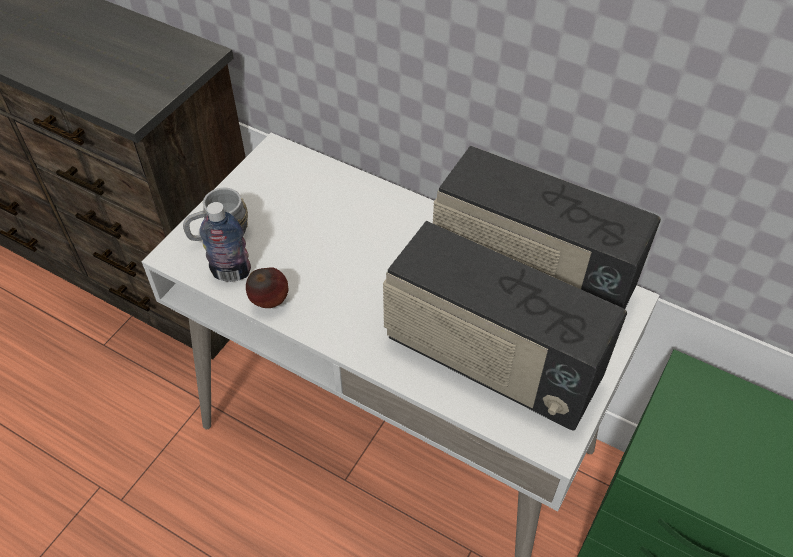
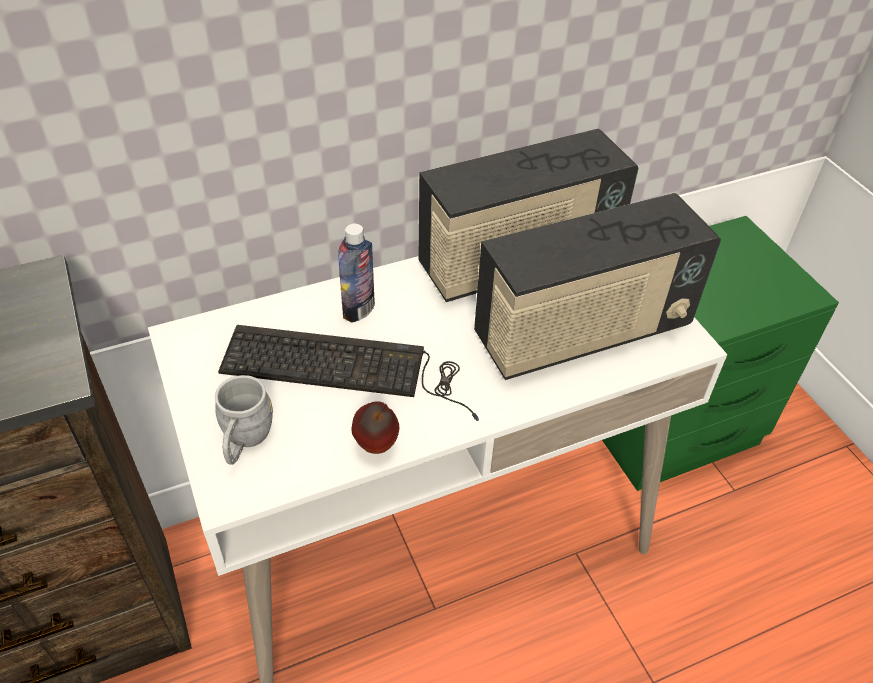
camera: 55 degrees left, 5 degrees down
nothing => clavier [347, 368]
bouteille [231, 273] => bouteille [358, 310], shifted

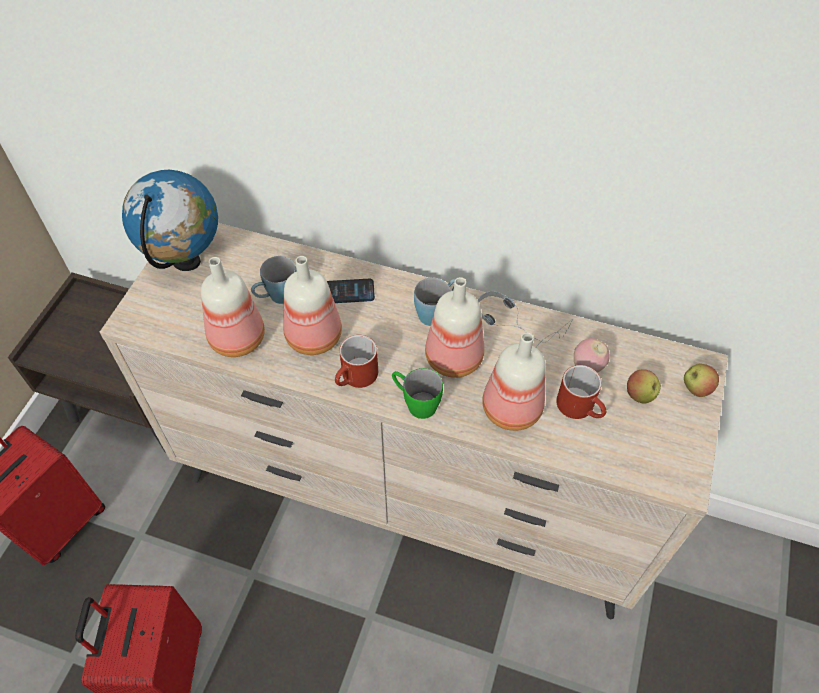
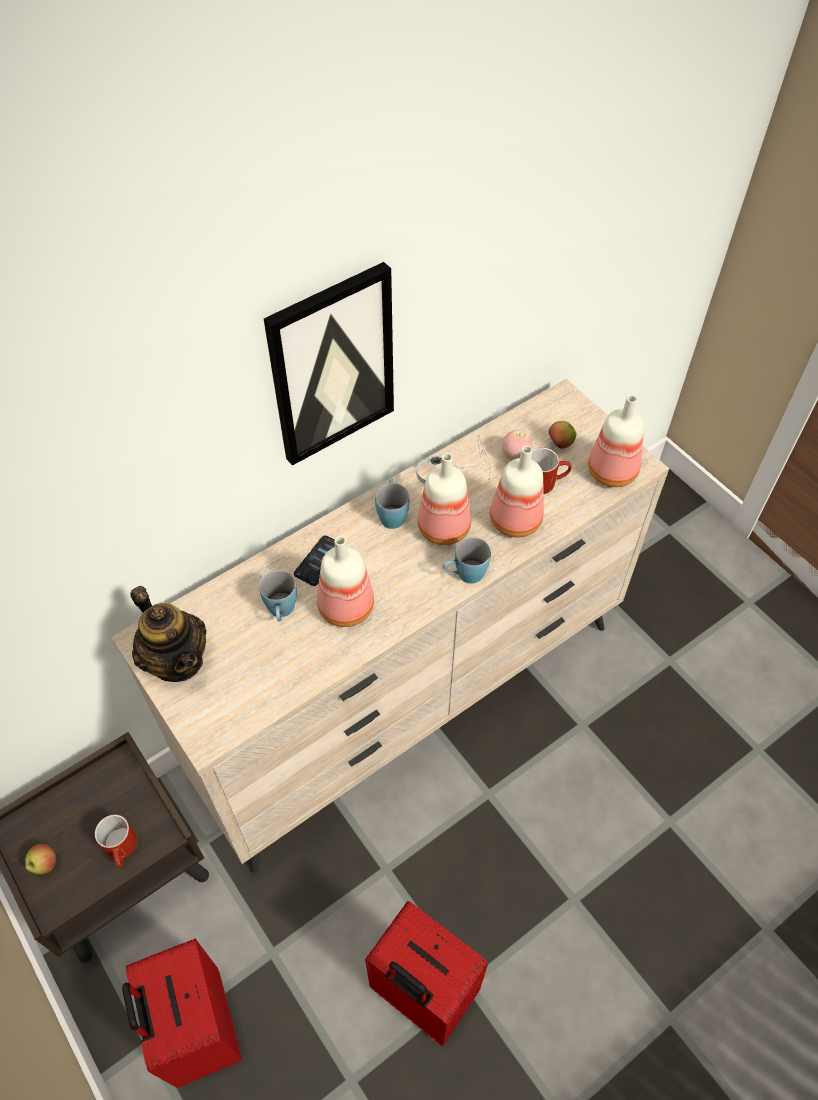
camera: 55 degrees left, 0 degrees up
pomme [695, 388] => pomme [45, 864], shifted
mug (rouge) [356, 378] => mug (rouge) [123, 849], shifted
globe [186, 261] => théière [177, 660]
nothing => tableau [332, 365]
mug (vert) [415, 403] => mug (bleu) [464, 575]
bouteille [238, 340] => bouteille [613, 472], shifted

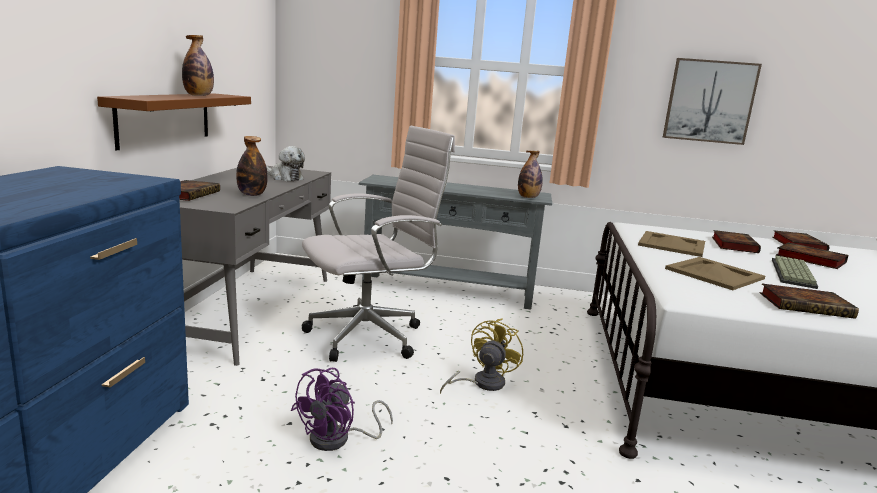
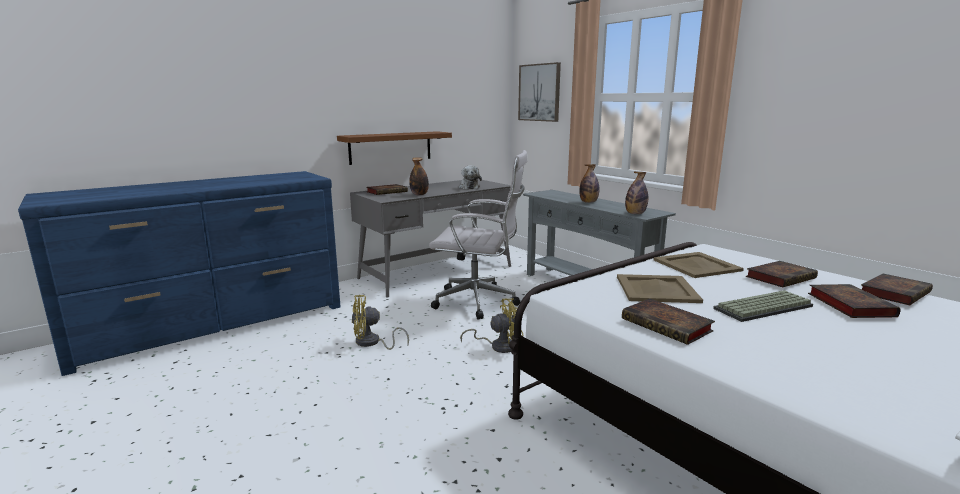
camera: 45 degrees right, 0 degrees up
ventilateur (violet) [338, 439] => ventilateur (jaune) [372, 343]
tableau [709, 101] => tableau [539, 92], shifted
bouteille [199, 96] => bouteille [588, 202], shifted

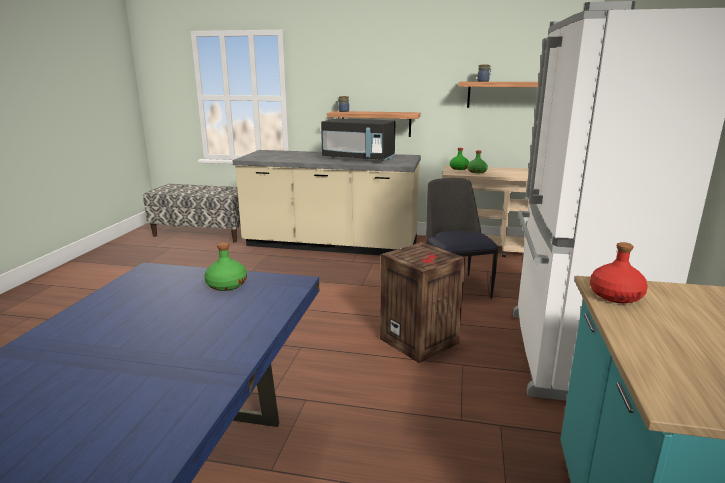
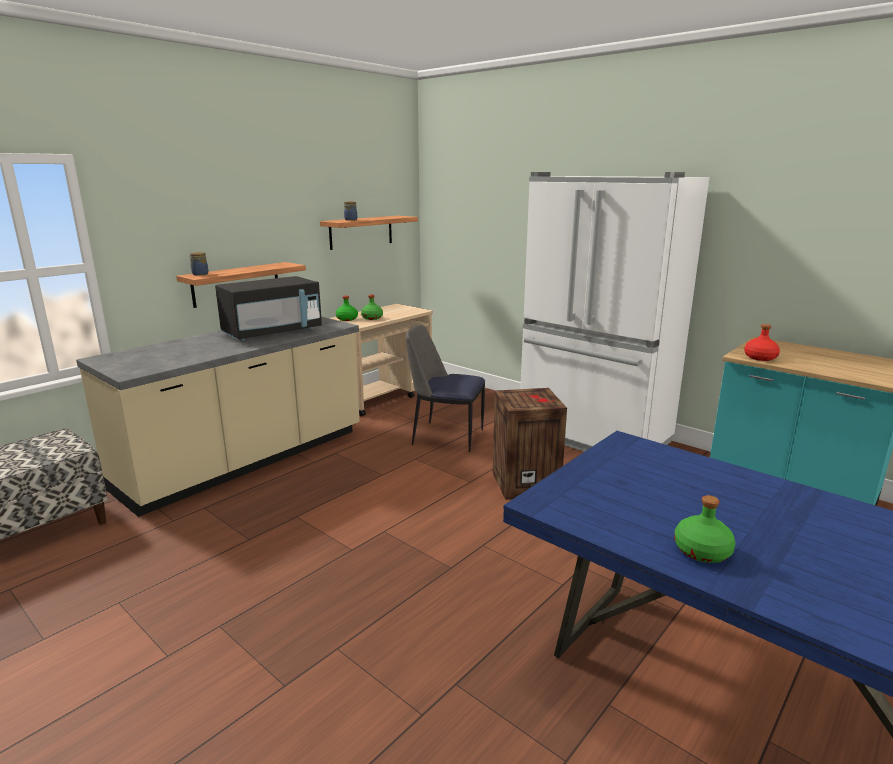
camera: 60 degrees left, 0 degrees up
bouteille (vert) [226, 285] => bouteille (vert) [701, 551], shifted

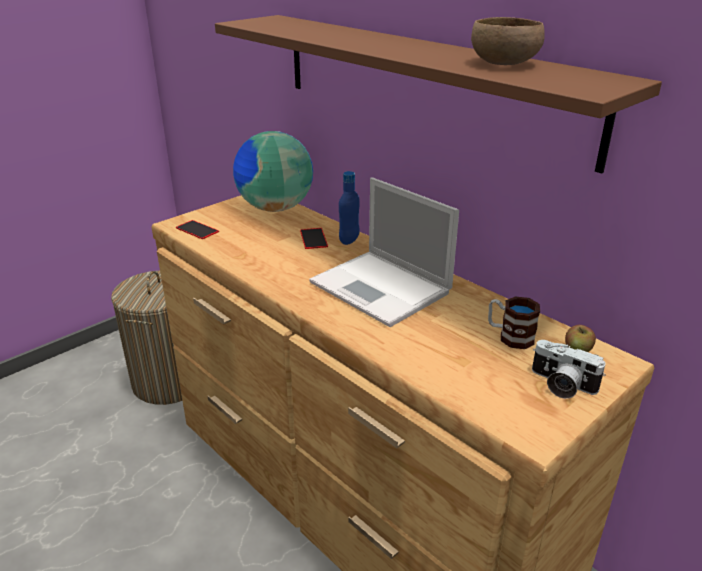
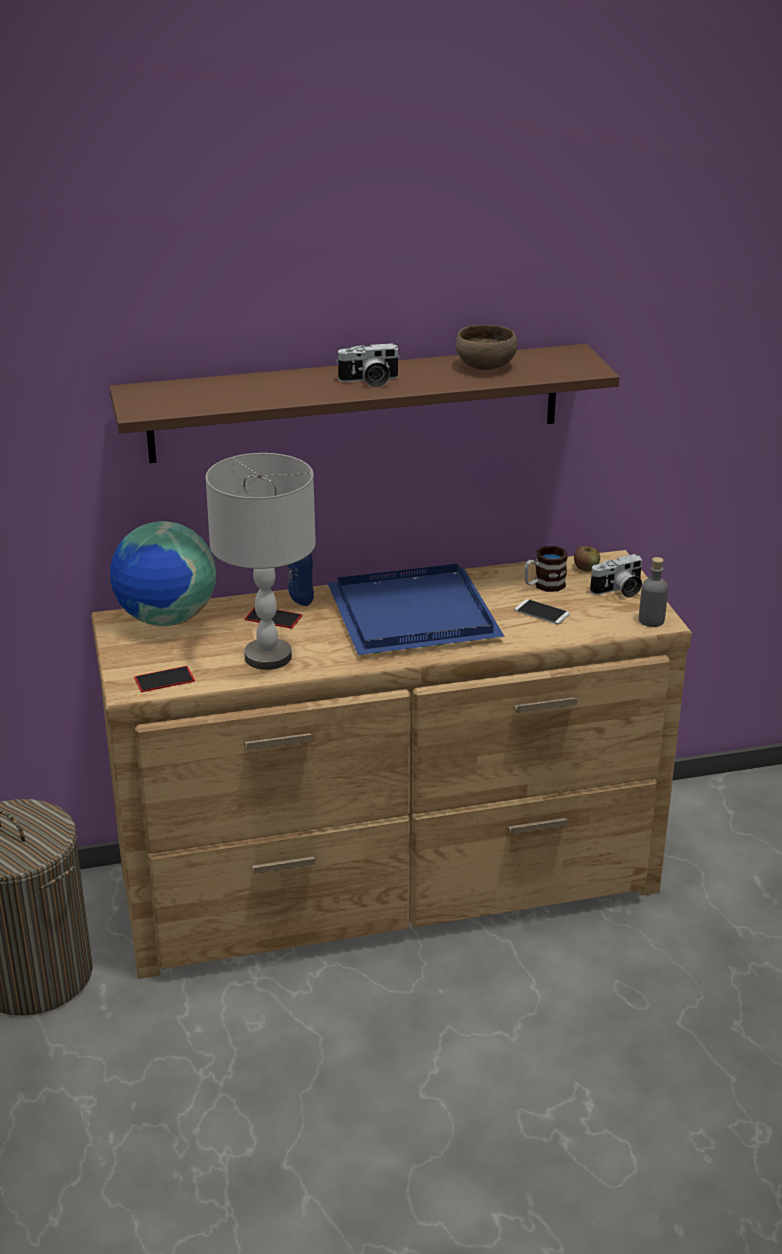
camera: 60 degrees left, 0 degrees up
nothing => lampe de table (gris) [269, 657]
ordinateur portable [382, 288] => plateau (bleu) [415, 613]
nothing => appareil photo [369, 381]
nothing => téléphone [542, 612]
nothing => bouteille (gris) [651, 620]

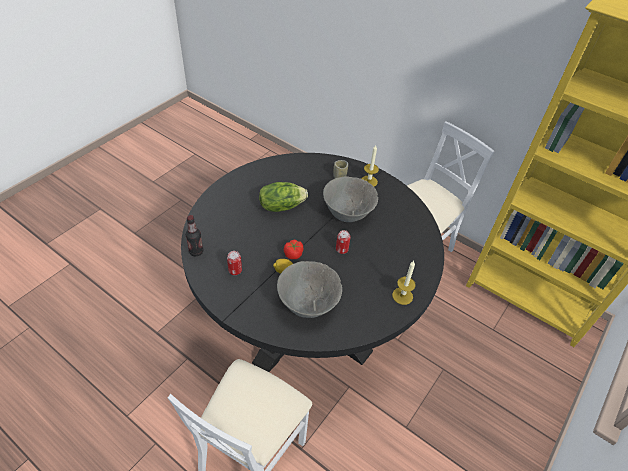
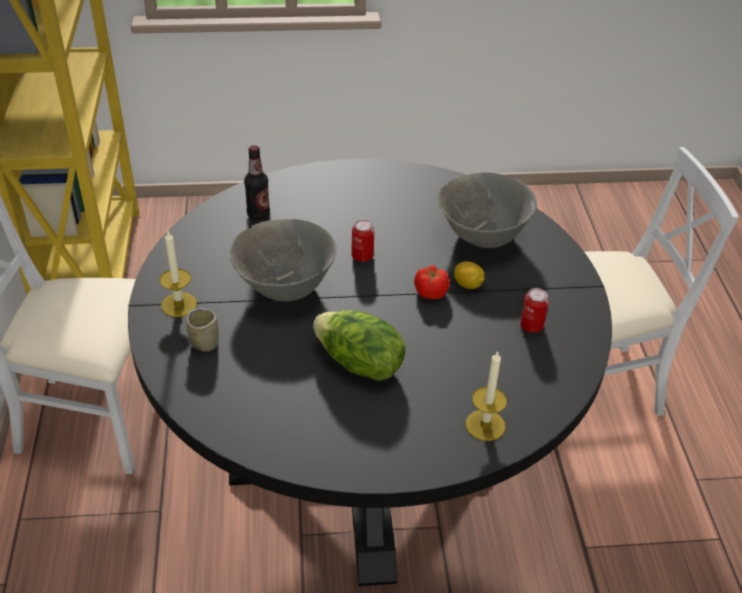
camera: 130 degrees left, 5 degrees down
bouteille [196, 251] => bouteille [258, 214], shifted
bougie [402, 296] => bougie [485, 425], shifted

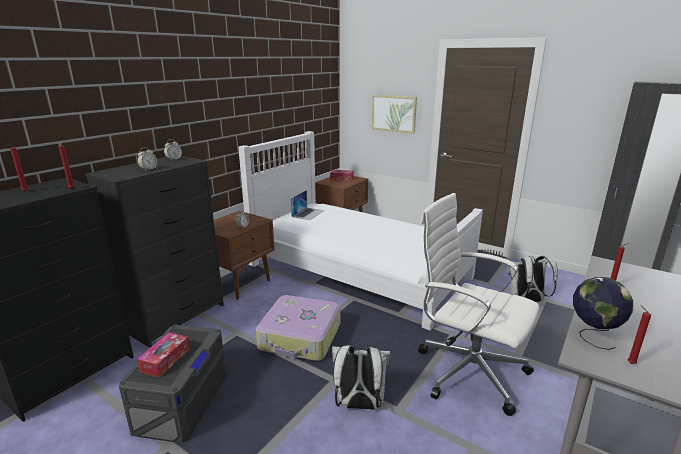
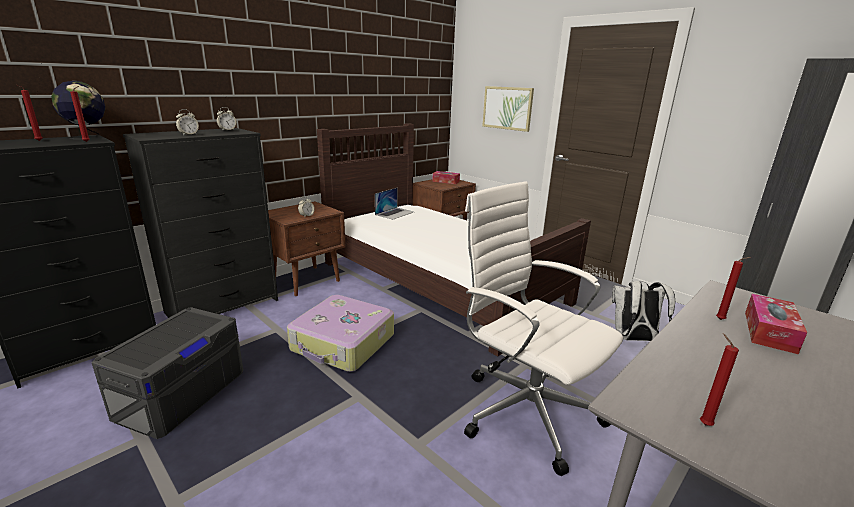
camera: 10 degrees right, 0 degrees up
globe [593, 336] => globe [87, 136], shifted
lit (blanc) [357, 270] => lit (marron) [439, 281]
boîte à mouchoirs [165, 360] => boîte à mouchoirs [769, 331], shifted
sac à dos (blanc) [359, 405] => nothing

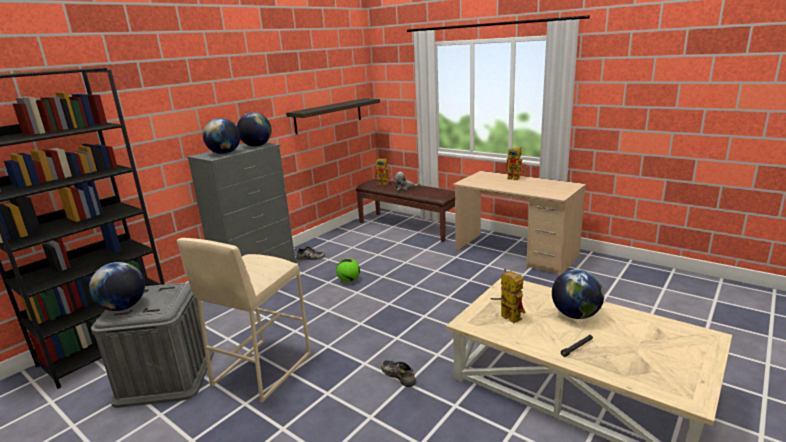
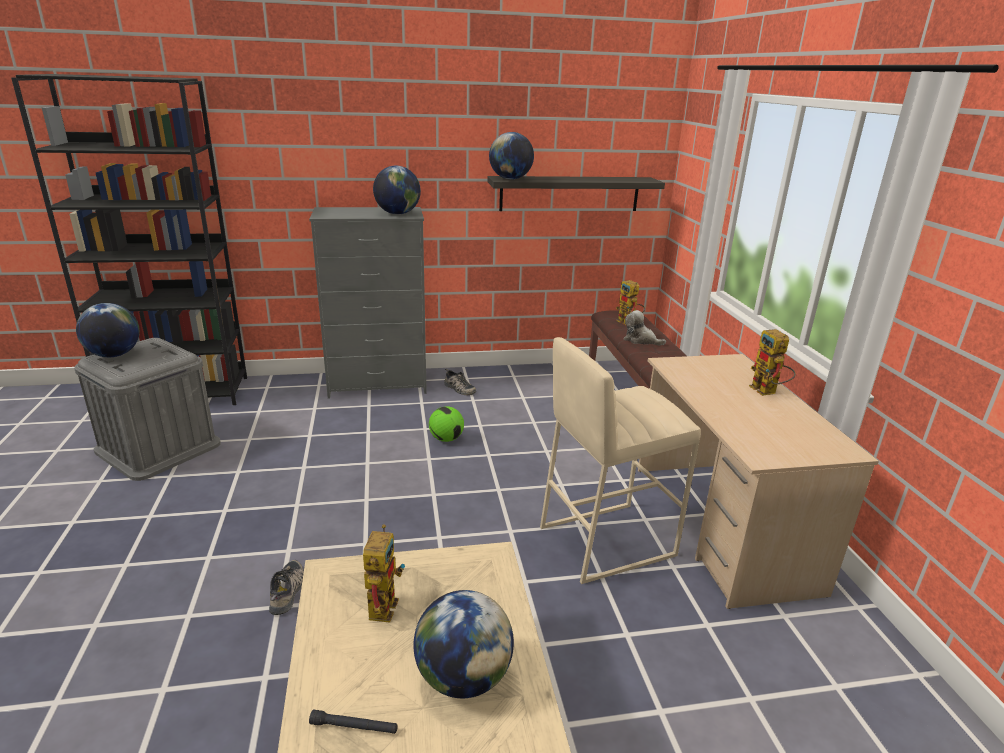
camera: 40 degrees right, 5 degrees up
globe [224, 153] => globe [510, 179], shifted
tabouret (beige) [261, 369] => tabouret (beige) [605, 540], shifted

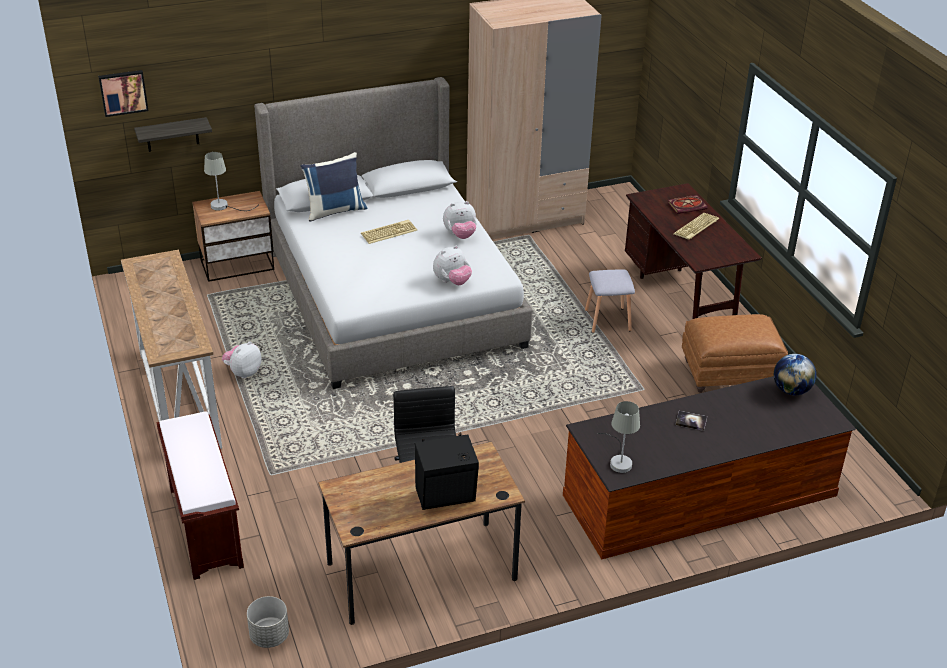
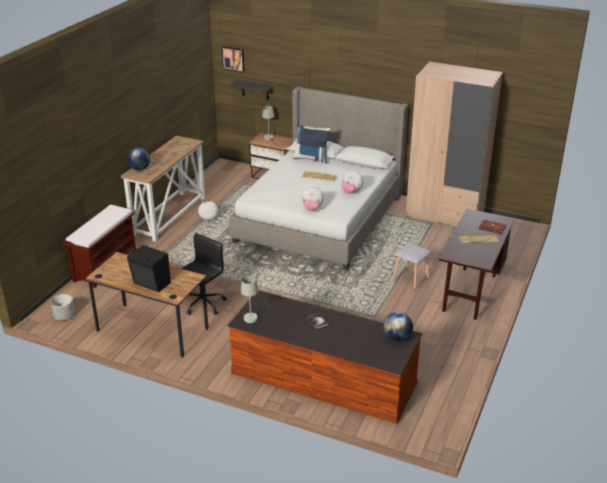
camera: 45 degrees right, 5 degrees down
nothing => globe [139, 169]
pouf (marron) [729, 374] => nothing

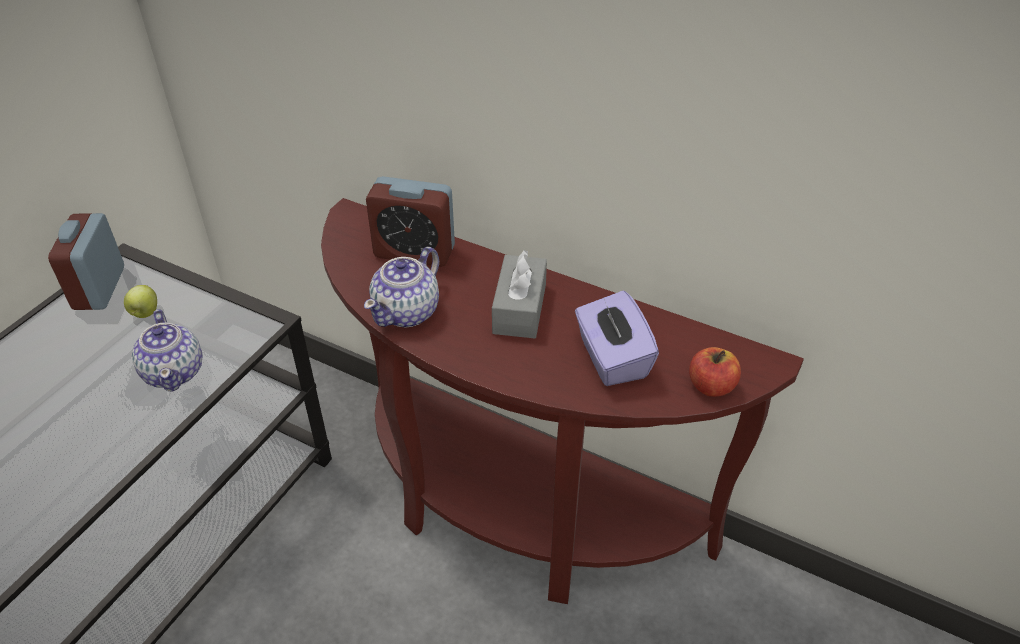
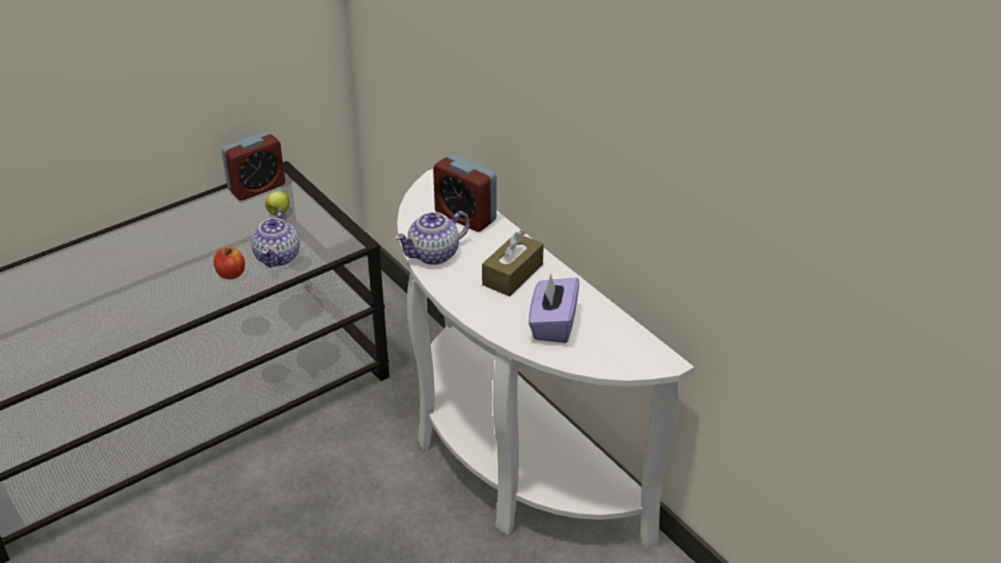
camera: 25 degrees right, 5 degrees down
pomme [711, 386] => pomme [231, 274], shifted
réveil [99, 288] => réveil [257, 188], 150 degrees counterclockwise
table console (marron) [515, 509] => table console (blanc) [508, 459]
boîte à mouchoirs (gris) [519, 308] => boîte à mouchoirs (marron) [512, 275]

